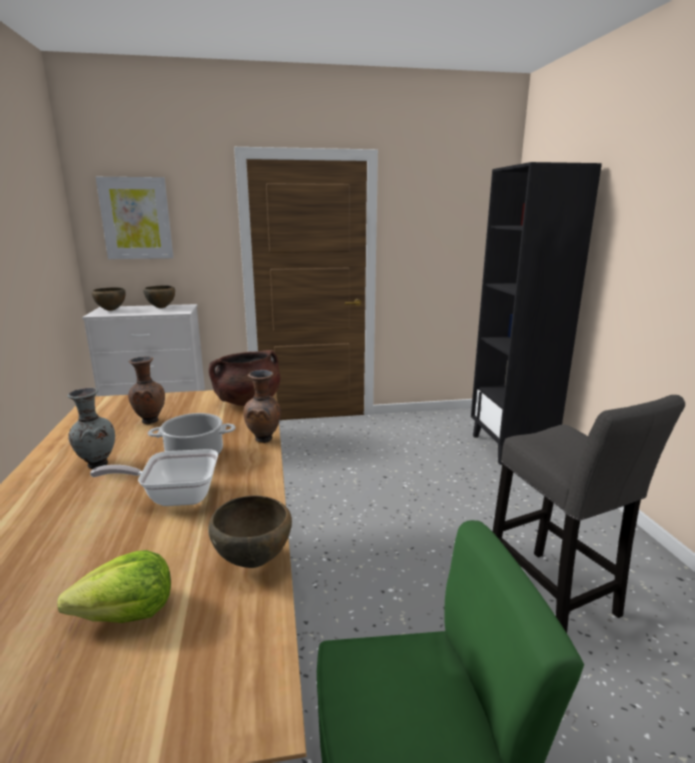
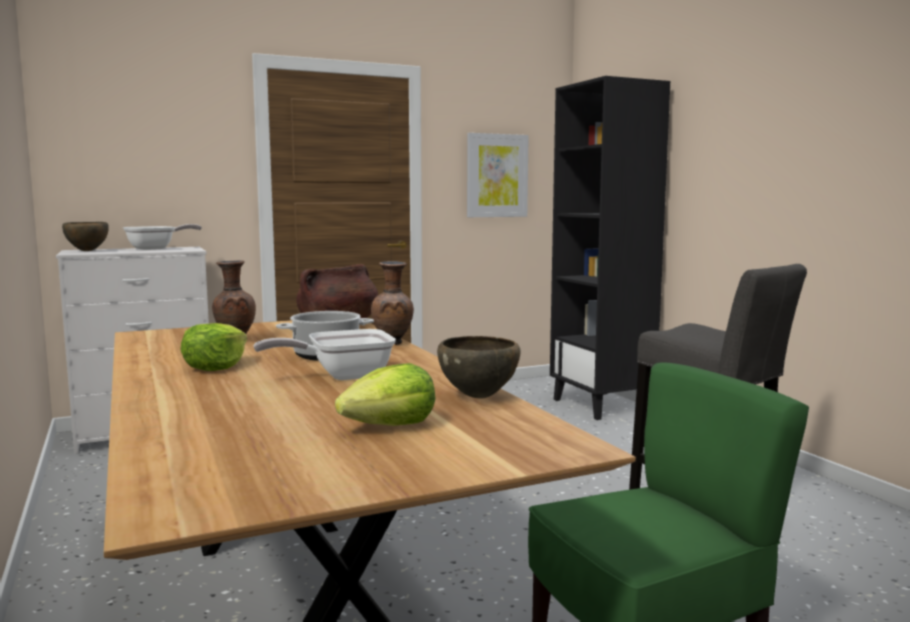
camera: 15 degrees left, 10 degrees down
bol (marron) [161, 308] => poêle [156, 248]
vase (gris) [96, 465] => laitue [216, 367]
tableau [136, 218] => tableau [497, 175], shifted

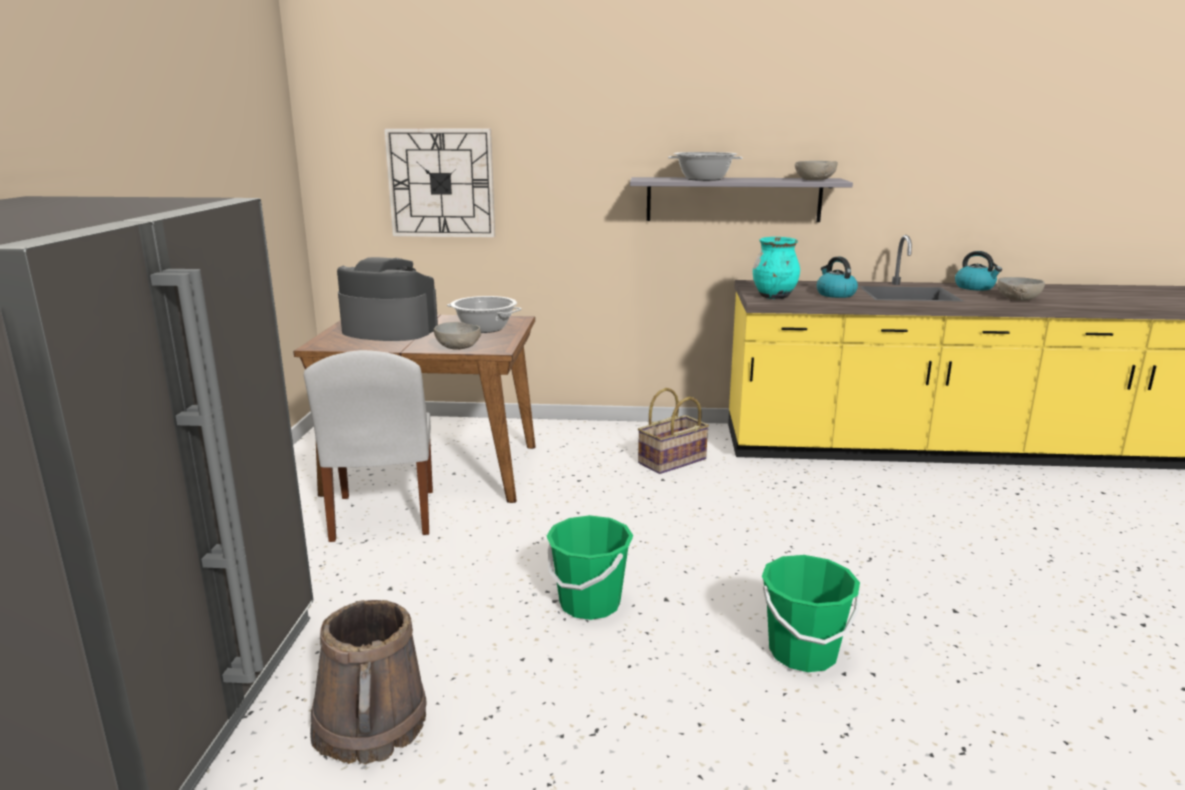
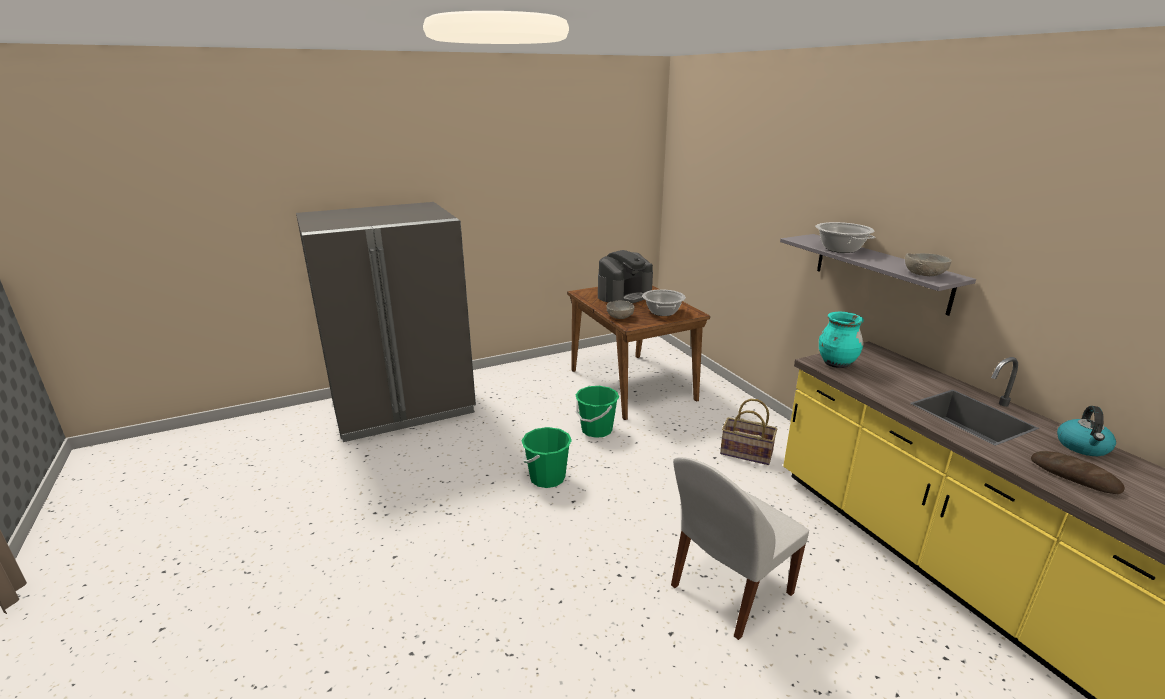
camera: 60 degrees right, 5 degrees up
seau (vert) [803, 652] => seau (vert) [596, 430], shifted
machine à café [388, 330] => machine à café [624, 295], 60 degrees clockwise
chaise (blanc) [383, 517] => chaise (blanc) [729, 591], shifted
bol (gris) [1017, 299] => pain [1074, 476]
seau (marron) [370, 725] => nothing
horloge murale [441, 183] => nothing
bouilloire [835, 294] => nothing

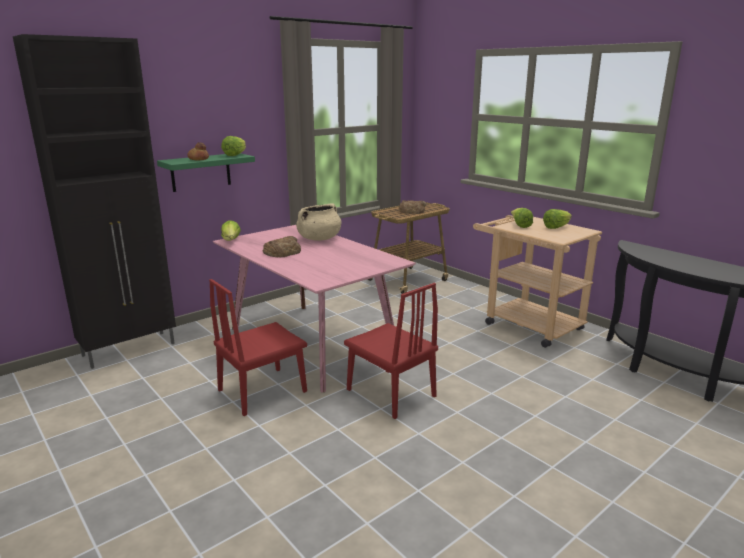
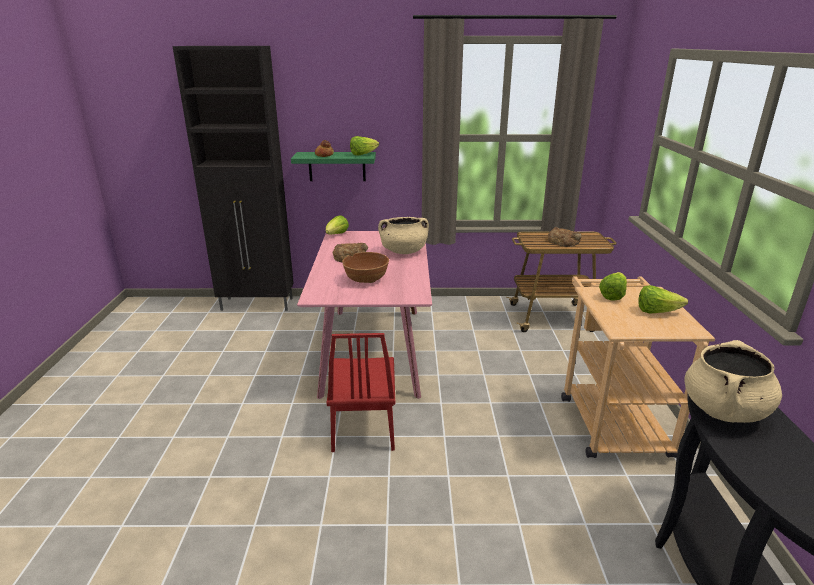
camera: 40 degrees right, 5 degrees up
nothing => bol (marron) [366, 280]
nothing => marmite (beige) [724, 410]
chaise (rouge) [262, 391] => nothing

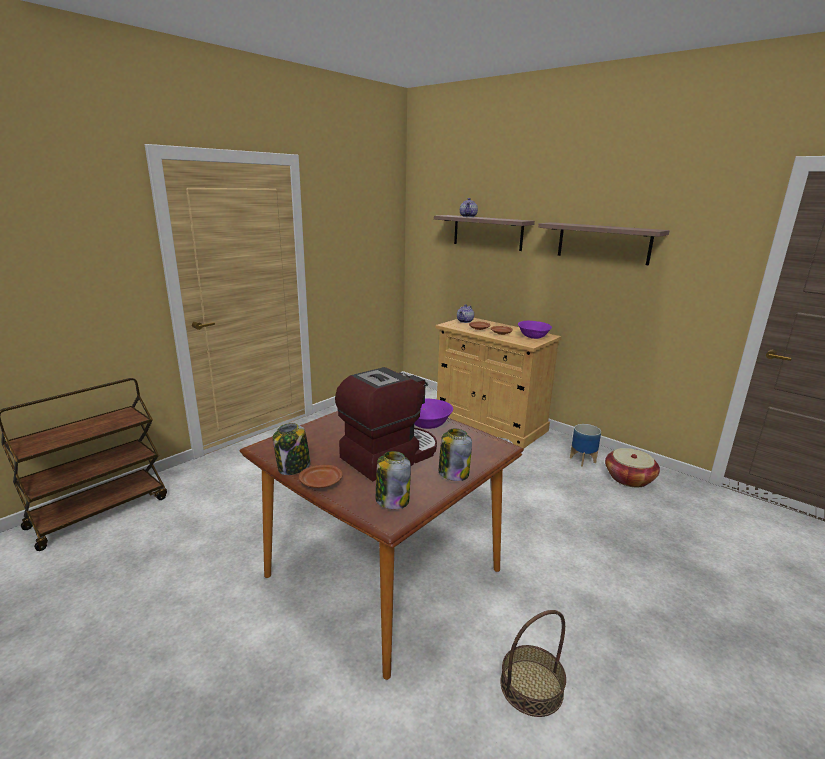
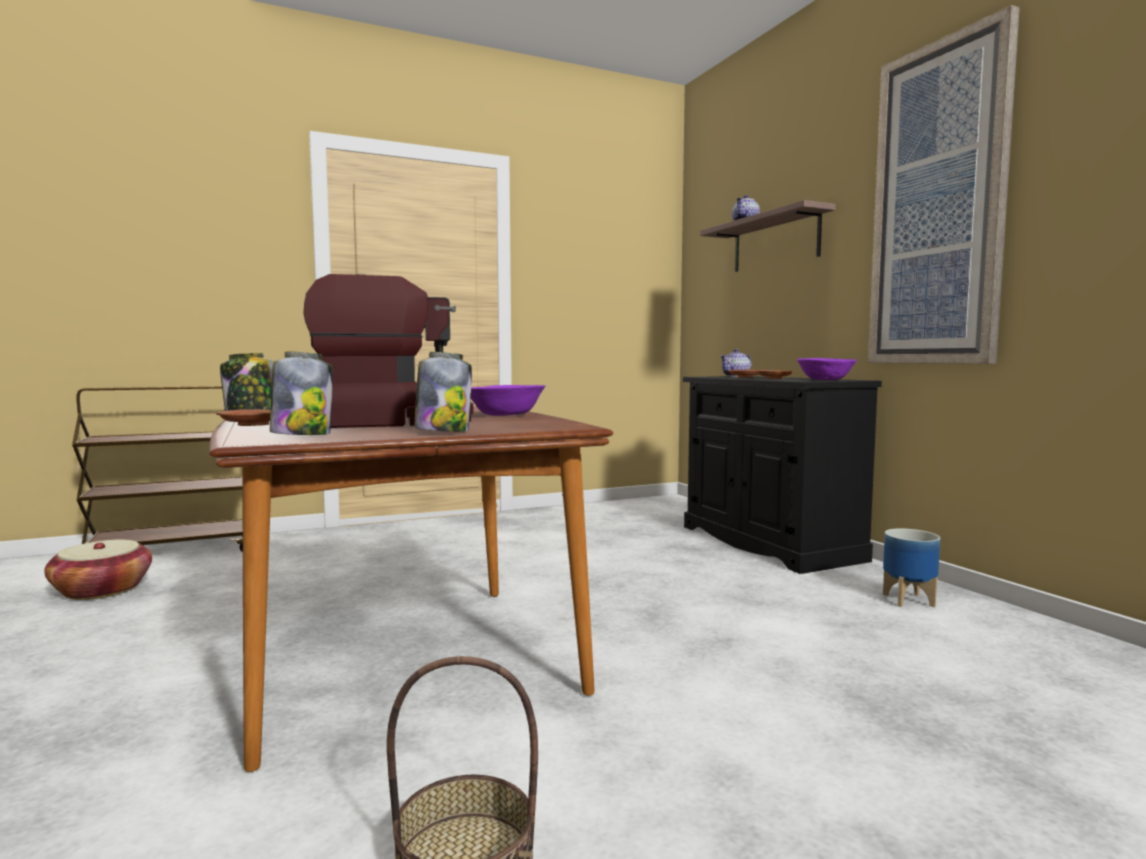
camera: 25 degrees right, 15 degrees down
panier [629, 478] => panier [102, 590], shifted
meuble de rangement (beige) [489, 423] => meuble de rangement (noir) [768, 543]
étagère [603, 243] => tableau [938, 206]

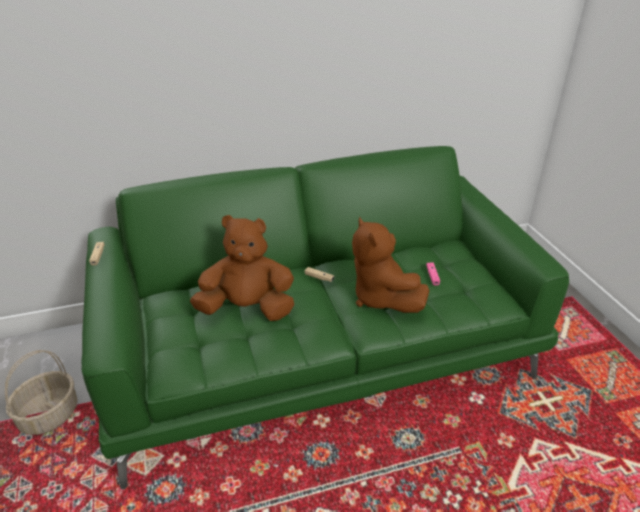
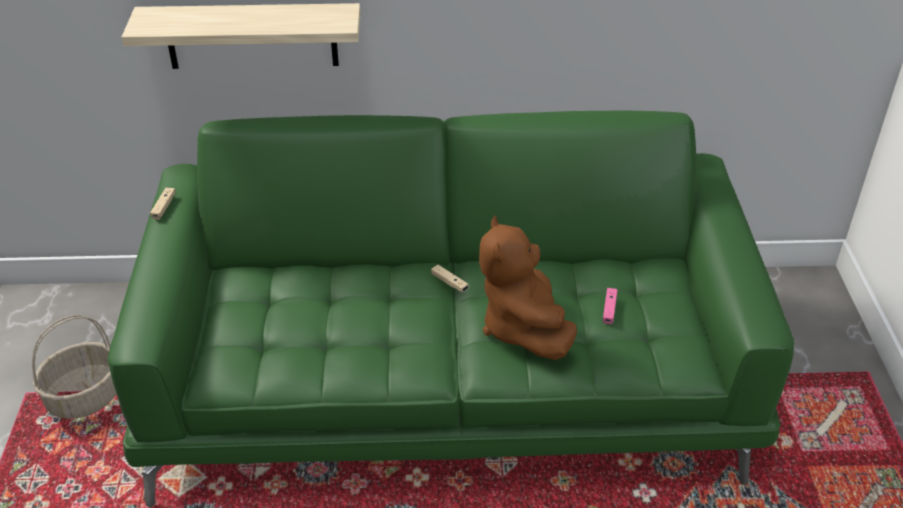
camera: 15 degrees right, 5 degrees up
nothing => étagère [251, 36]
peluche (marron) [247, 309] => nothing

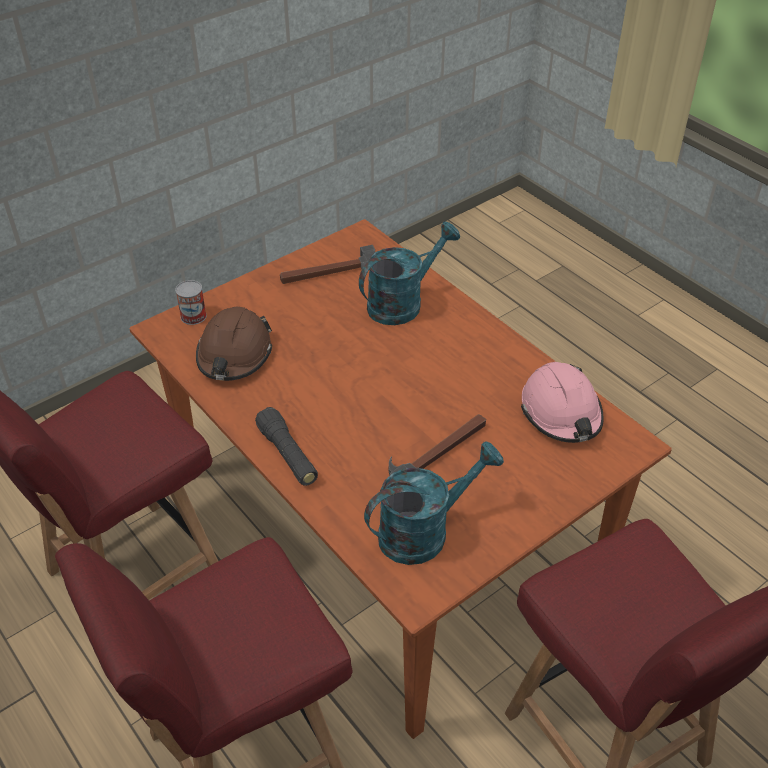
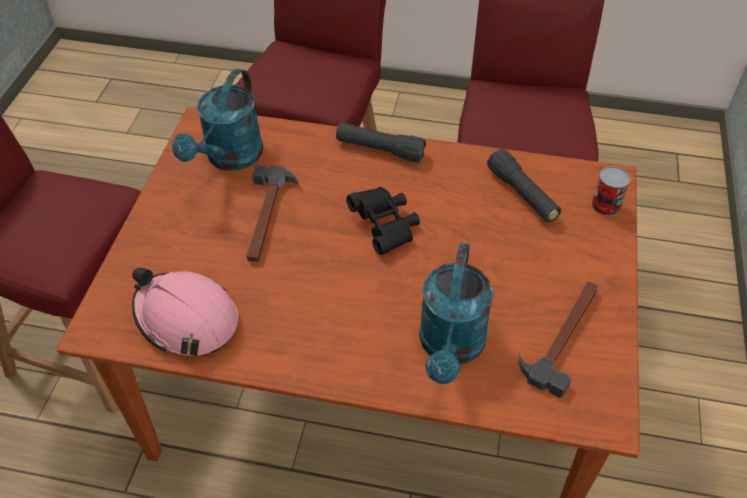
camera: 140 degrees right, 5 degrees up
nothing => jumelles (noir) [385, 227]
casque de chantier (marron) [234, 355] => lampe de poche (noir) [522, 194]

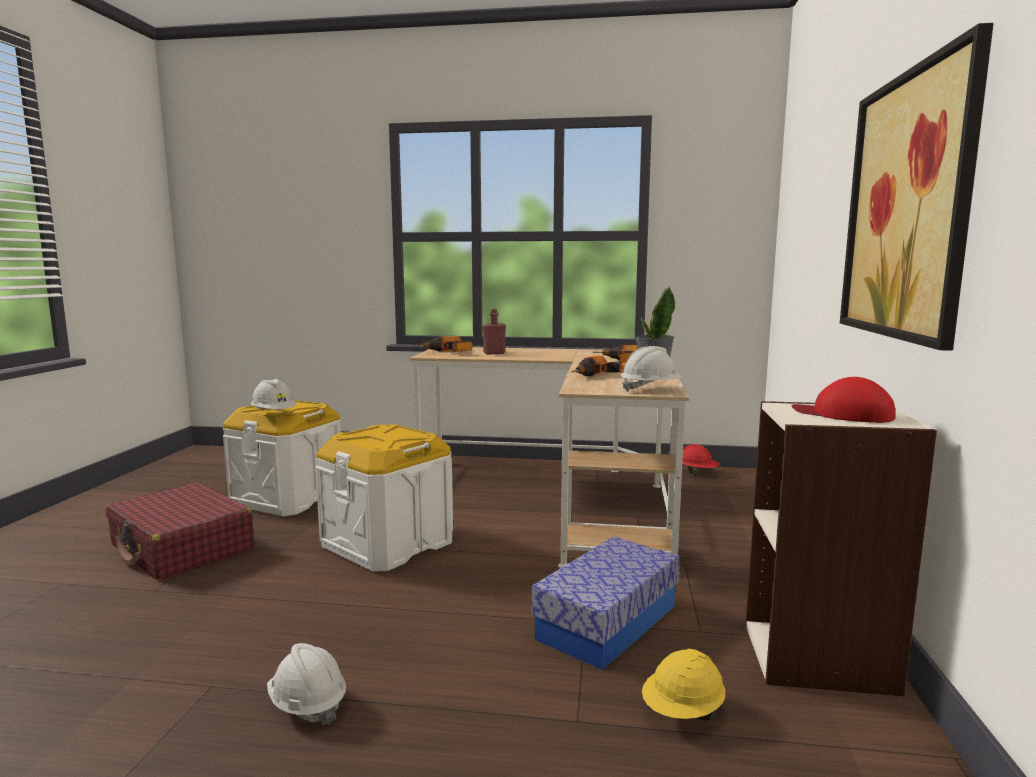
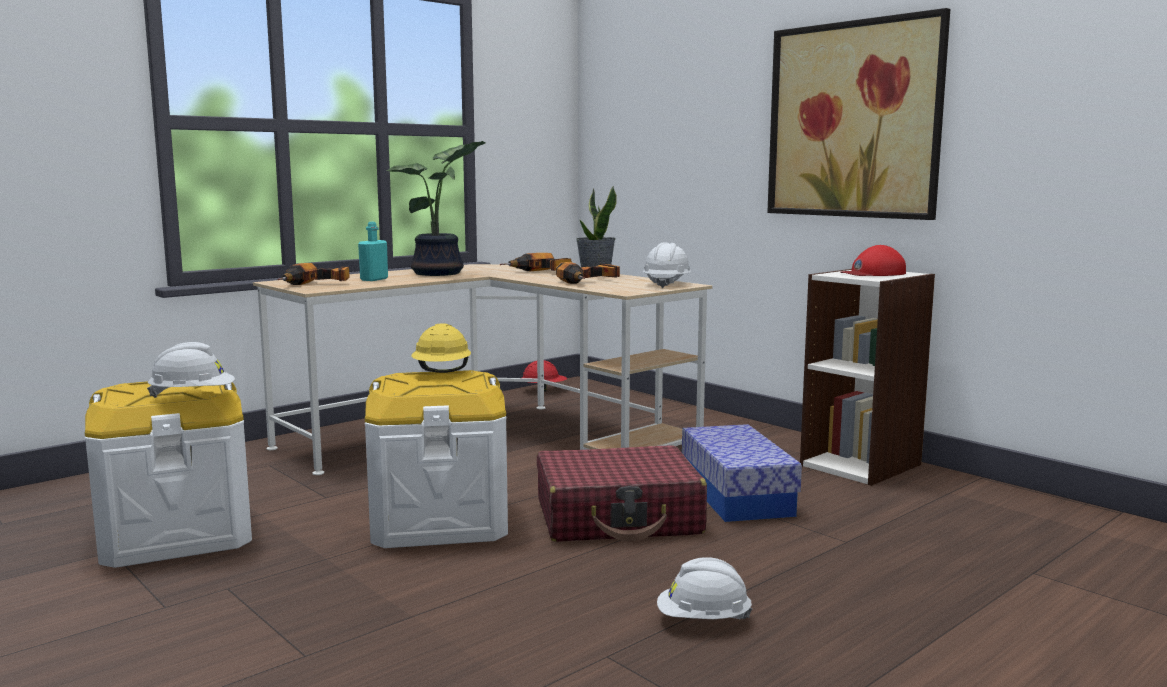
camera: 50 degrees left, 0 degrees up
bouteille (rouge) [494, 353] => bouteille (turquoise) [374, 279]
nothing => plante en pot [441, 273]
casque de chantier (jaune) [683, 712] => casque de chantier (jaune) [442, 372], shifted
valise (rouge) [182, 548] => valise (rouge) [618, 517], shifted

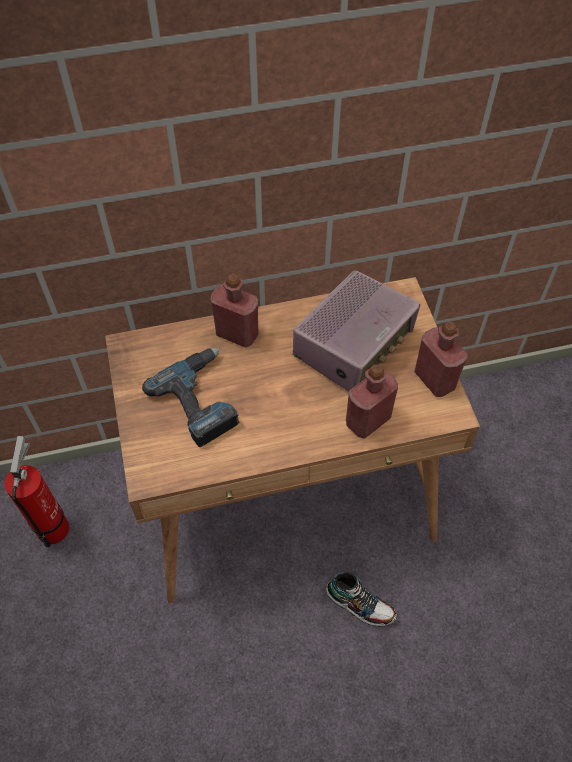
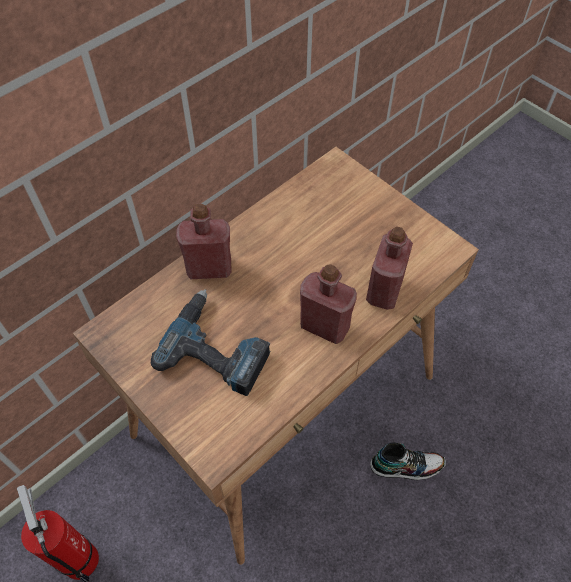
camera: 30 degrees left, 0 degrees up
bouteille (rouge) [435, 379] => bouteille (rouge) [324, 326], shifted
radio [354, 345] => nothing

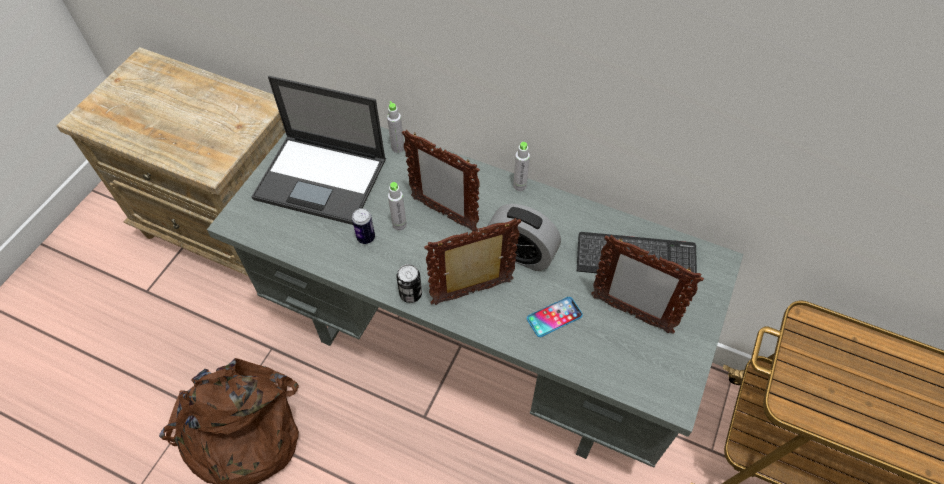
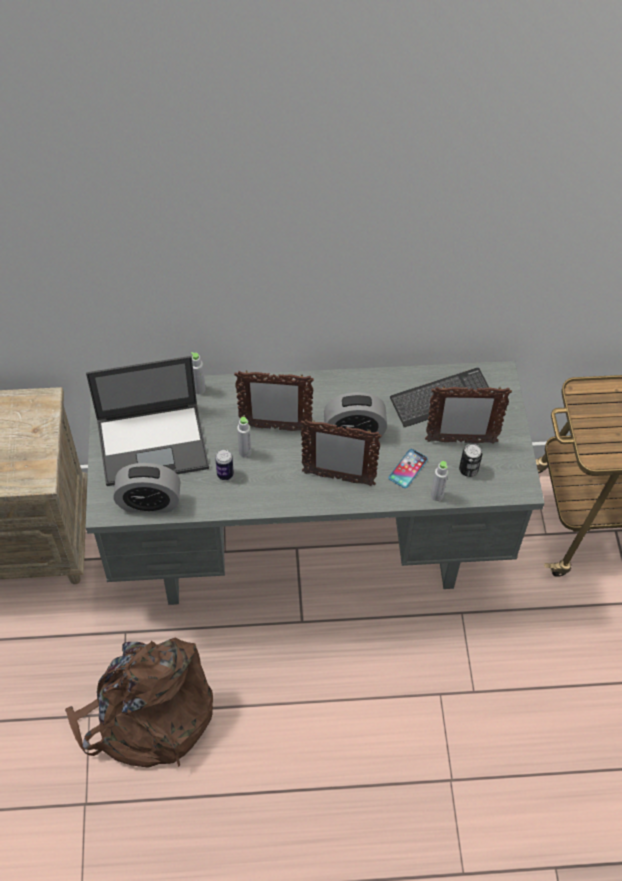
camera: 30 degrees left, 0 degrees up
nothing => réveil [149, 502]
cadre photo [473, 293] => cadre photo [337, 478], 120 degrees counterclockwise
bouteille (gris) [519, 185] => bouteille (gris) [436, 495], shifted
boîte métallique [410, 294] => boîte métallique [468, 469], shifted

